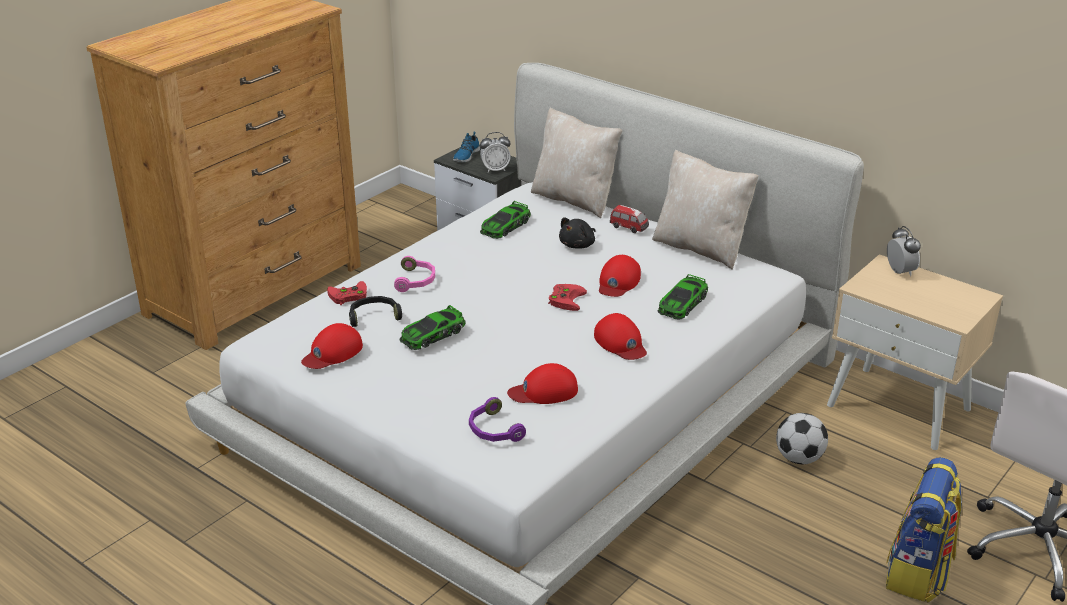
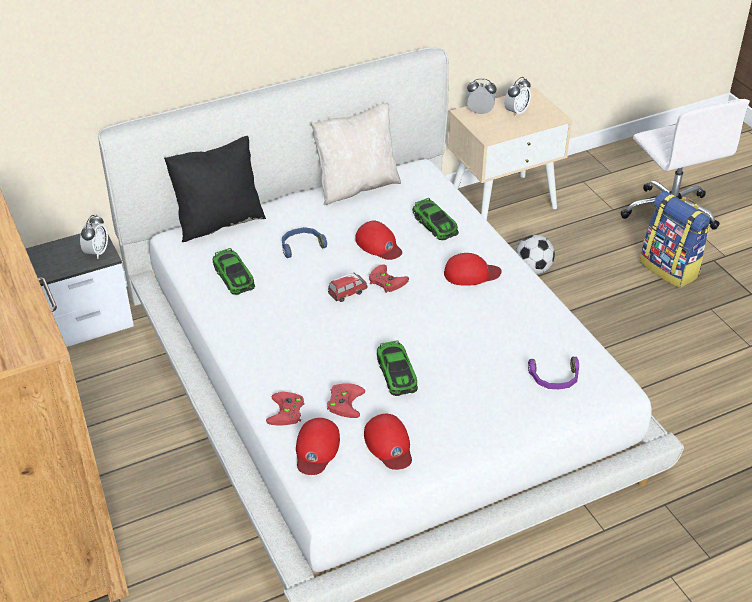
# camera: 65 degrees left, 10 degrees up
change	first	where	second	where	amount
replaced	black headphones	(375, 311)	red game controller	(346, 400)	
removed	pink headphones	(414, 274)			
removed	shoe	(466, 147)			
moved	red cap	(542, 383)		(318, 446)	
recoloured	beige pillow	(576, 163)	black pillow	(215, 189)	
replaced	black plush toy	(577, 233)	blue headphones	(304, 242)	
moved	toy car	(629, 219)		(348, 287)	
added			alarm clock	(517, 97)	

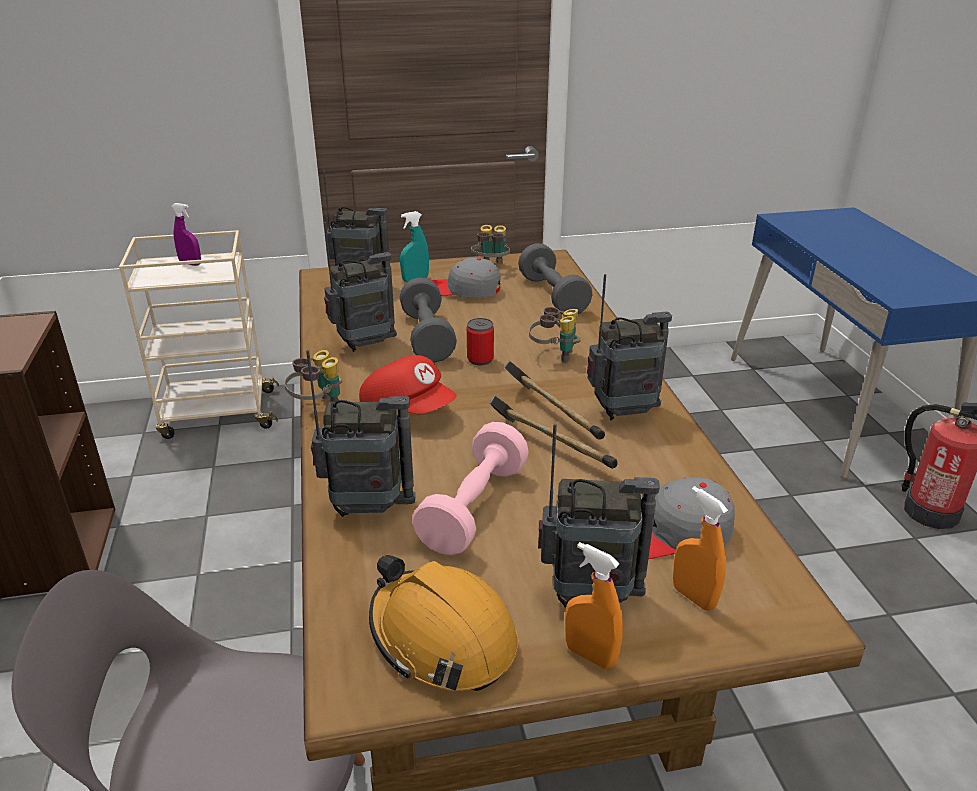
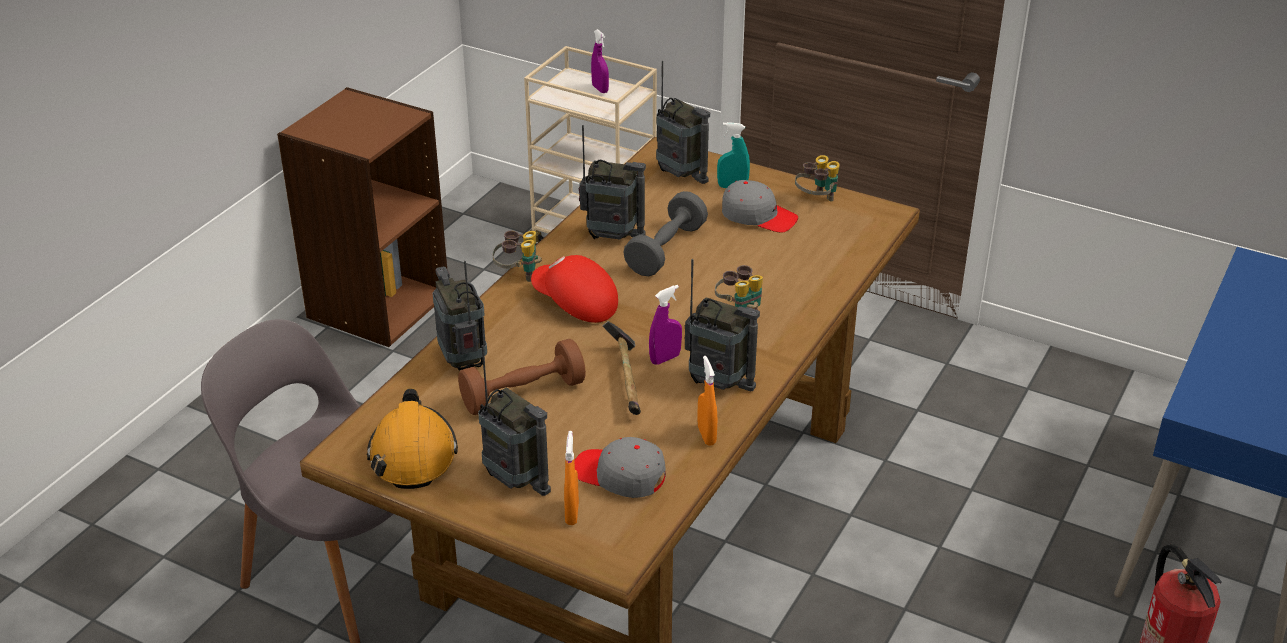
# camera: 40 degrees right, 5 degrees up
change	first	where	second	where	amount
turned	radio	(360, 433)		(460, 316)	150 degrees counterclockwise
turned	red cap	(408, 384)		(574, 289)	135 degrees clockwise
recoloured	pink dumbbell	(470, 488)	brown dumbbell	(522, 377)	
turned	grey cap	(466, 278)		(760, 206)	150 degrees clockwise
removed	can	(480, 341)			
replaced	hammer	(554, 400)	purple spray bottle	(665, 325)	
removed	grey dumbbell	(555, 278)			
moved	orange spray bottle	(594, 605)		(707, 401)	

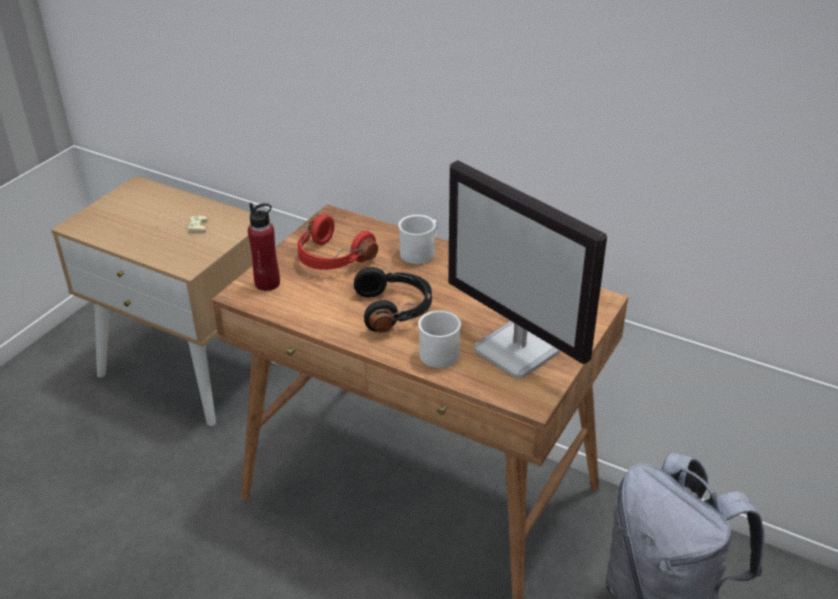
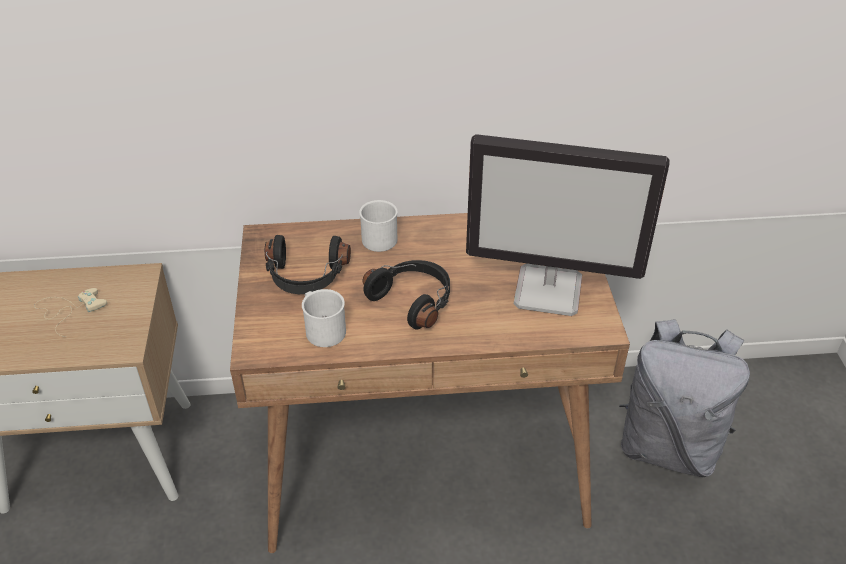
# camera: 35 degrees left, 5 degrees up
change	first	where	second	where	amount
removed	red bottle	(264, 247)			
recoloured	red headphones	(337, 242)	black headphones	(308, 264)	
moved	white mug	(439, 339)		(324, 318)	

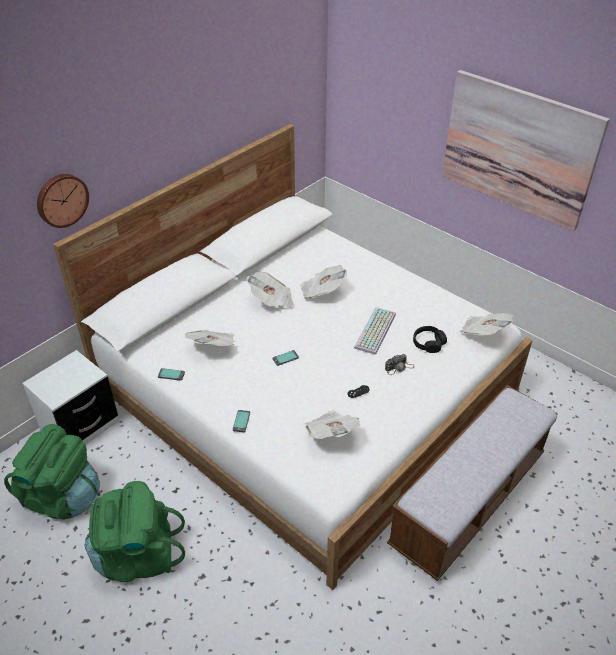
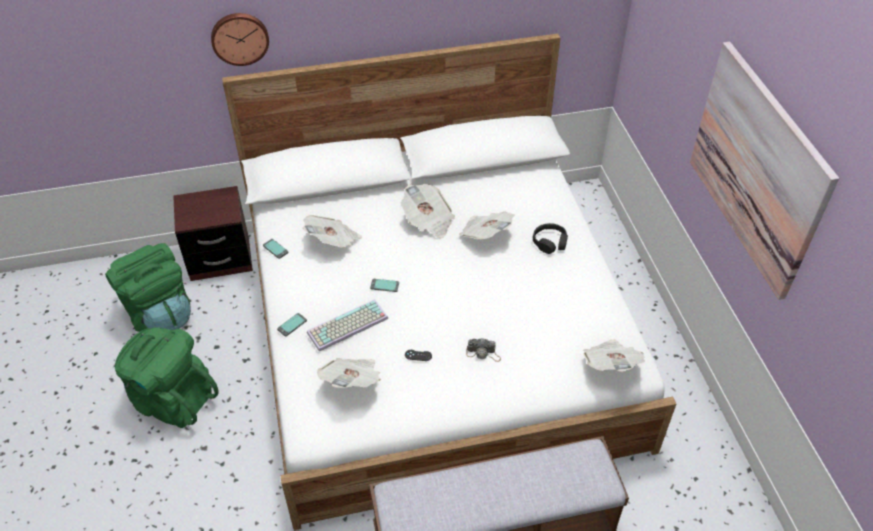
# camera: 35 degrees right, 5 degrees up
change	first	where	second	where	amount
recoloured	white nightstand	(70, 397)	brown nightstand	(213, 233)	
moved	keyboard	(375, 331)		(347, 325)	
moved	black headphones	(430, 339)		(550, 238)	

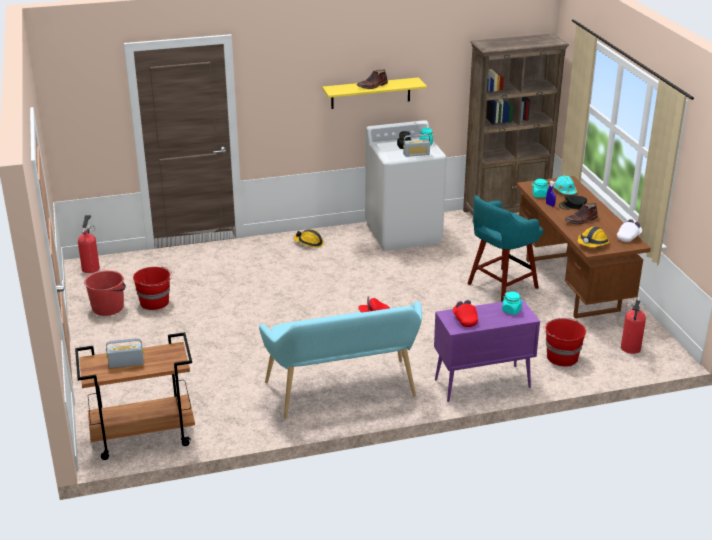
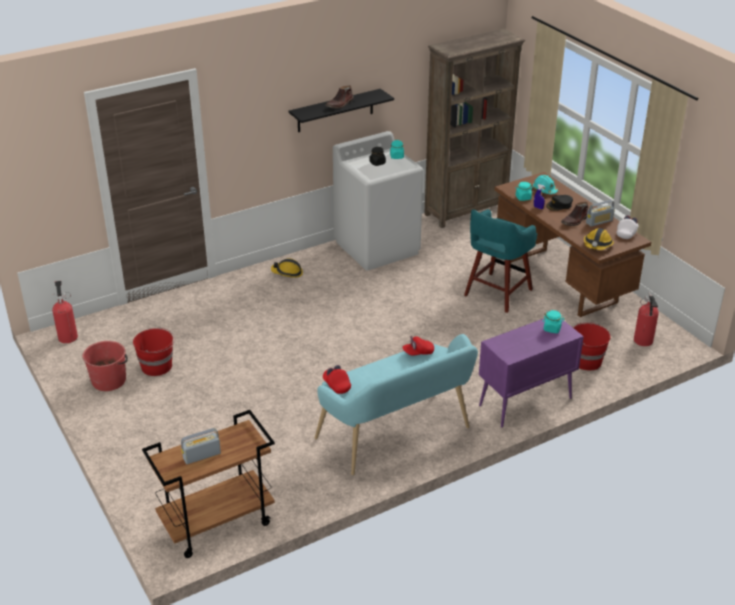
# camera: 15 degrees left, 5 degrees up
change	first	where	second	where	amount
recoloured	yellow shelf	(374, 93)	black shelf	(341, 110)	
moved	radio	(417, 145)		(600, 213)	
moved	red cap	(465, 313)		(337, 379)	

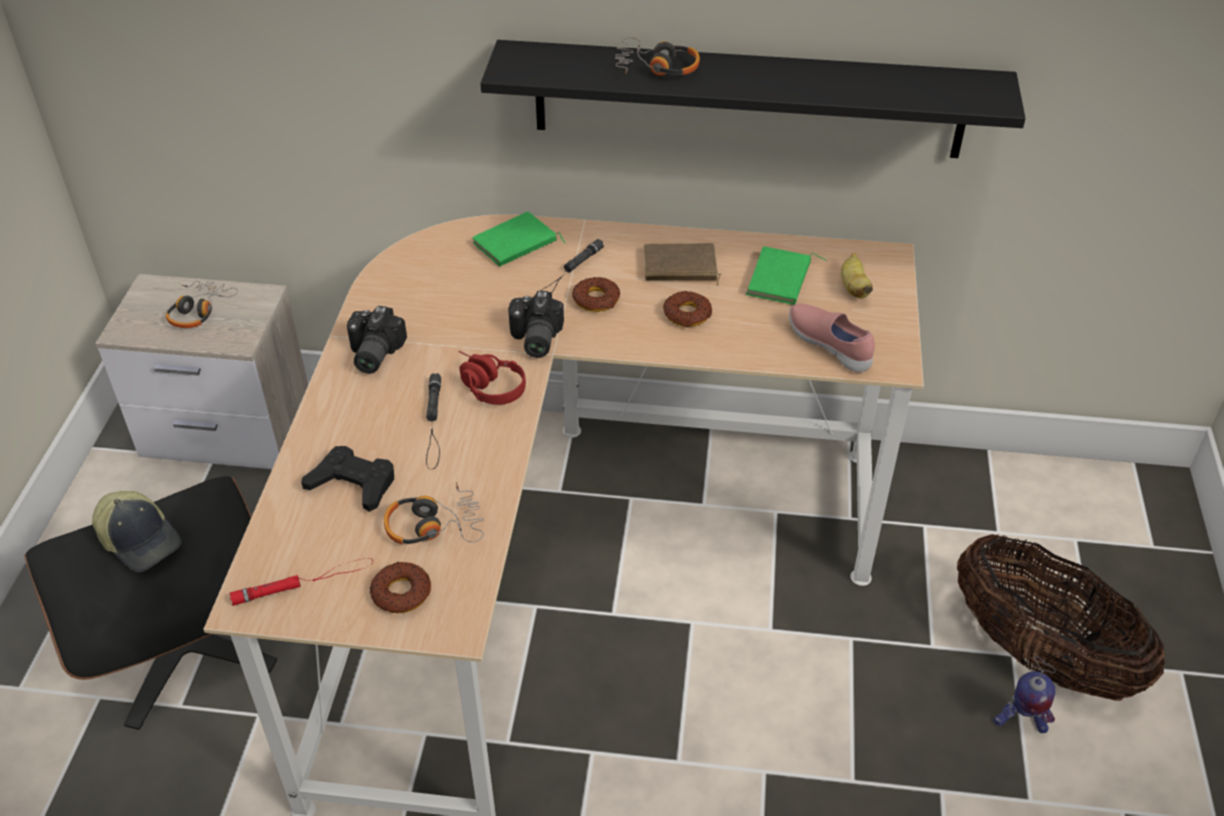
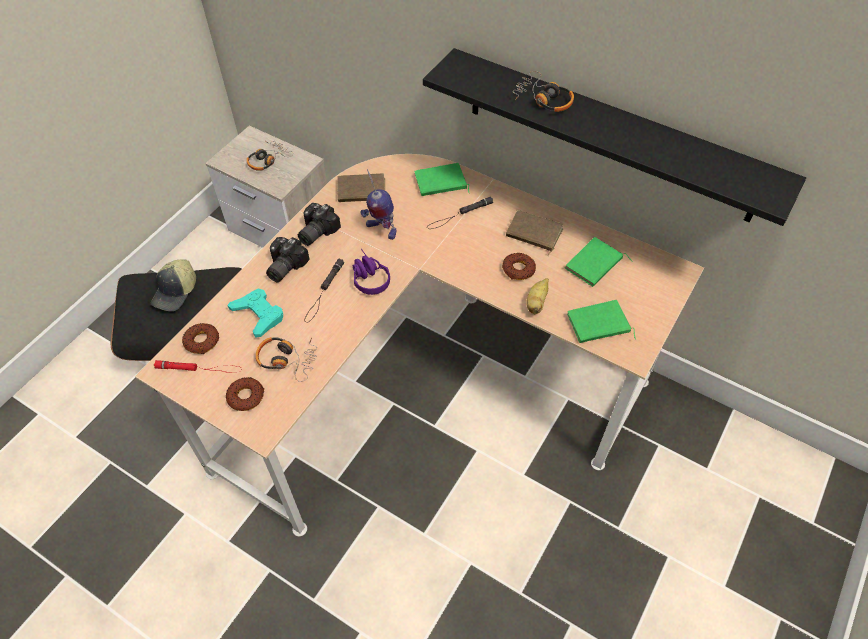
# camera: 25 degrees right, 10 degrees up
change	first	where	second	where	amount
turned	cap	(136, 531)		(173, 285)	45 degrees clockwise
recoloured	black game controller	(347, 479)	turquoise game controller	(255, 313)	
recoloured	red headphones	(492, 378)	purple headphones	(371, 272)	
moved	photo camera	(536, 324)		(288, 259)	
moved	donut	(596, 294)		(200, 338)	
replaced	pink shoe	(832, 338)	green book	(601, 321)	
moved	banana	(857, 276)		(537, 296)	
removed	basket	(1061, 617)			
moved	toy robot	(1024, 694)		(378, 204)	
added			brown book	(361, 187)	

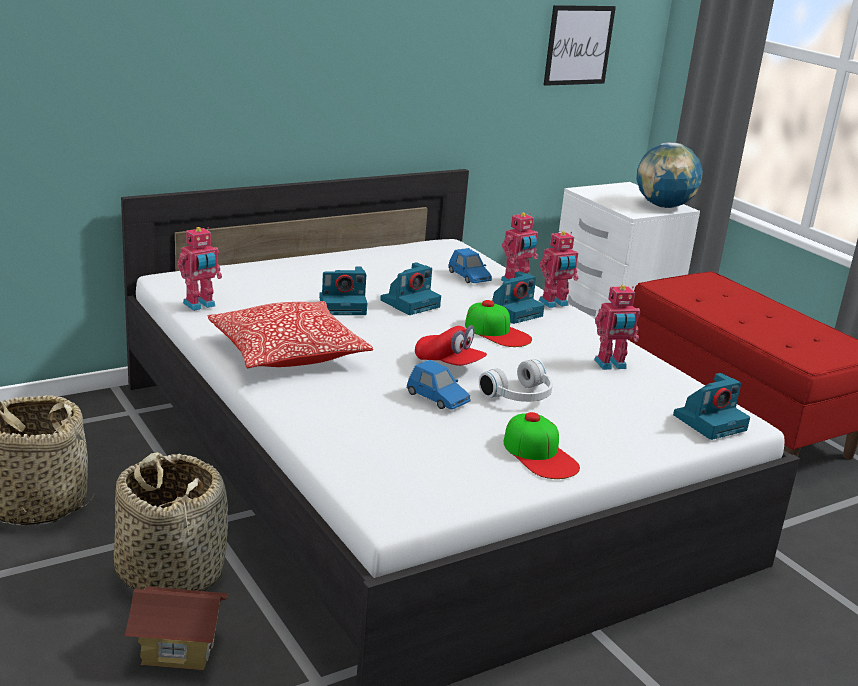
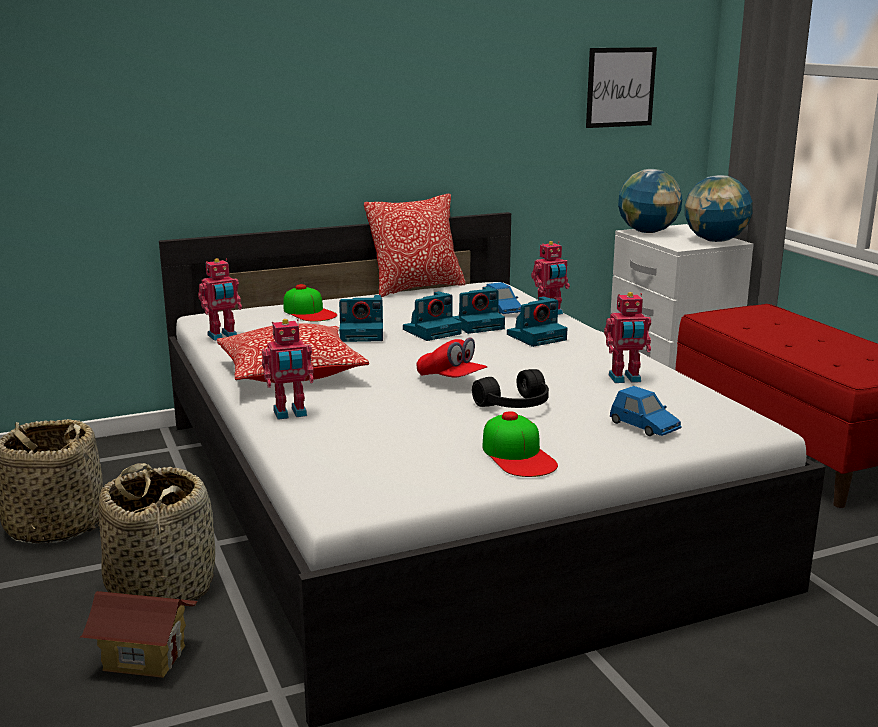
# camera: 10 degrees right, 5 degrees down
change	first	where	second	where	amount
moved	blue toy car	(439, 385)		(645, 411)	
moved	cap	(498, 323)		(310, 302)	
recoloured	white headphones	(516, 381)	black headphones	(510, 388)	
moved	toy robot	(558, 269)		(288, 369)	
moved	photo camera	(711, 406)		(478, 310)	
added			pillow	(415, 245)	
added			globe	(650, 201)	

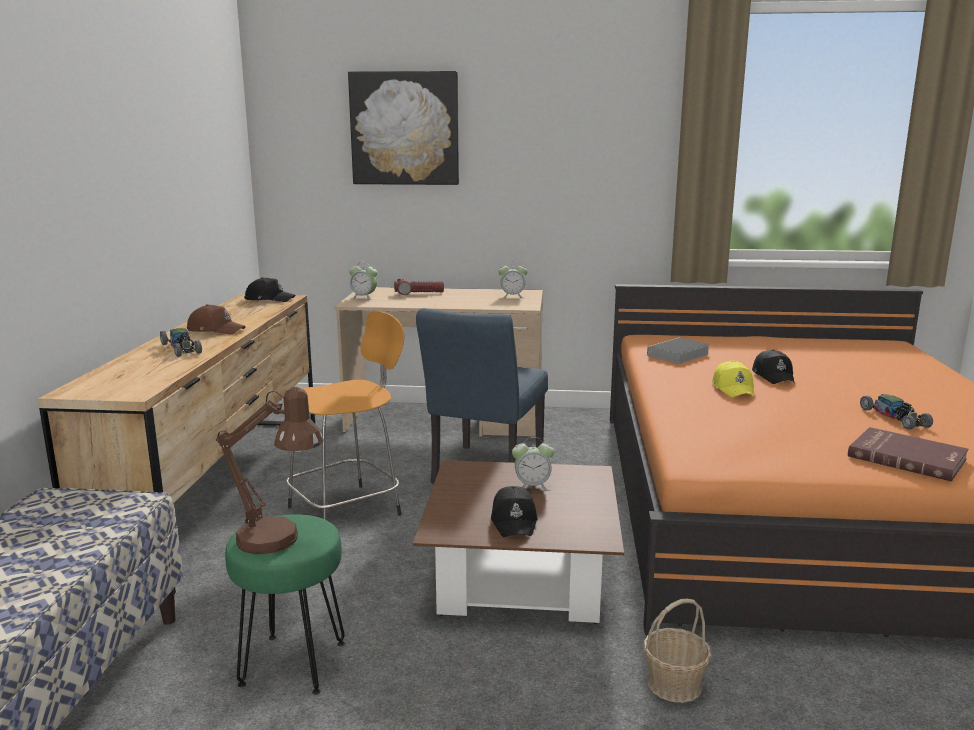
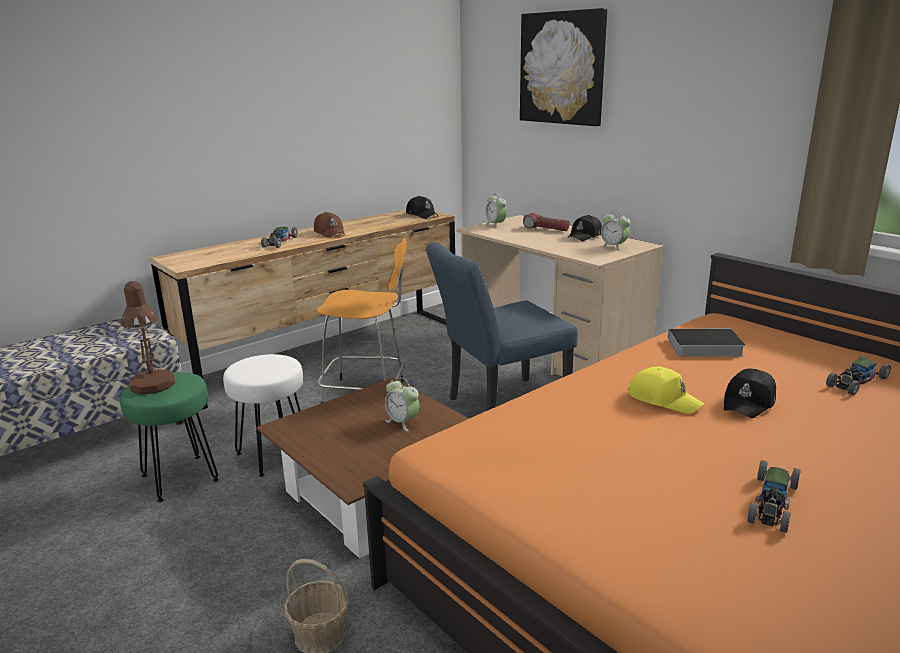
# camera: 45 degrees right, 5 degrees up
change	first	where	second	where	amount
moved	black cap	(514, 511)		(584, 228)	
turned	yellow cap	(733, 378)		(666, 390)	90 degrees counterclockwise
removed	red book	(908, 454)			
added			white stool	(263, 415)	
added			toy car	(858, 375)	

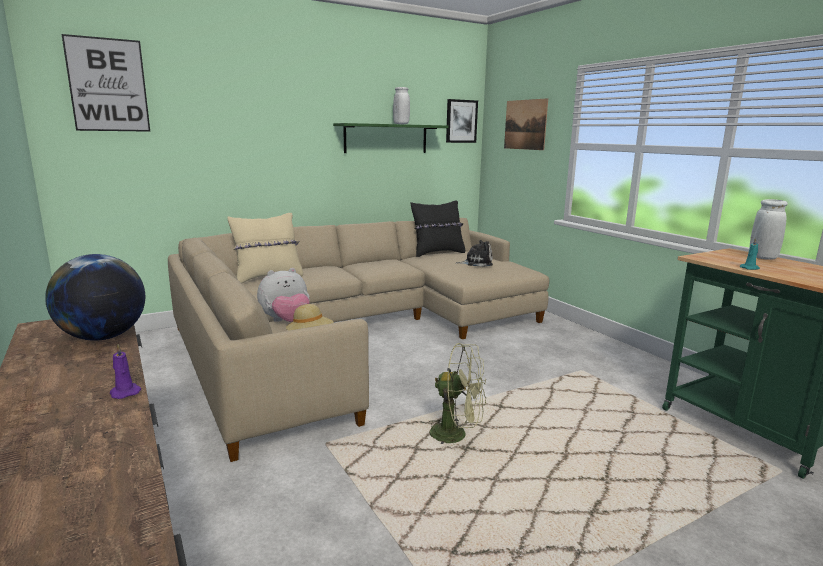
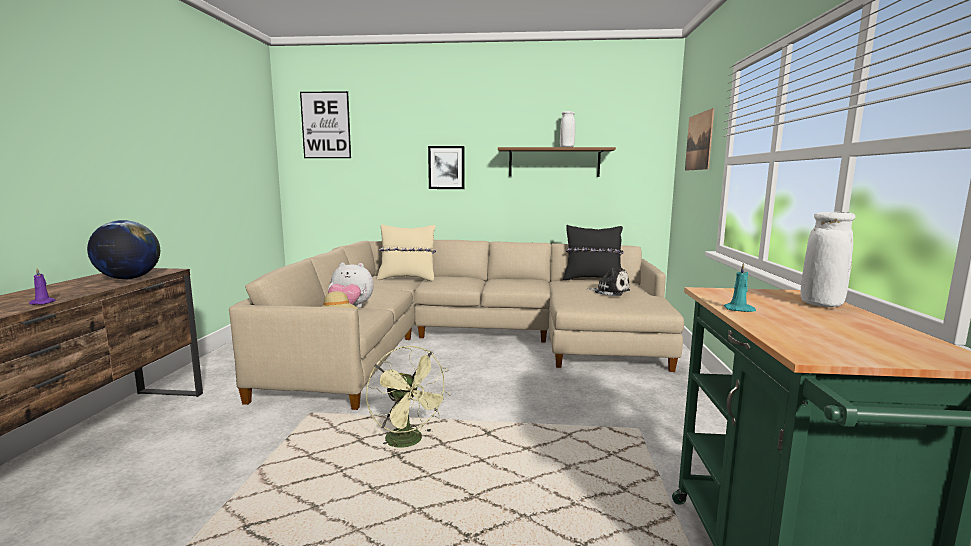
# camera: 35 degrees right, 5 degrees down
change	first	where	second	where	amount
recoloured	green shelf	(390, 138)	brown shelf	(557, 162)	
moved	picture	(462, 121)		(446, 167)	

